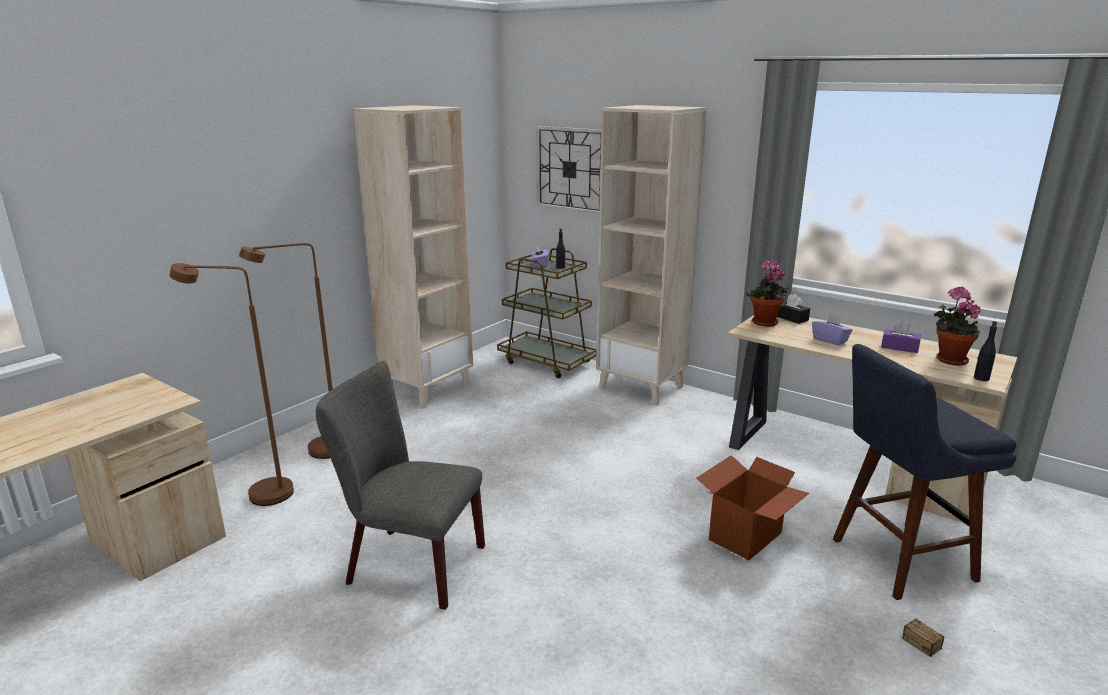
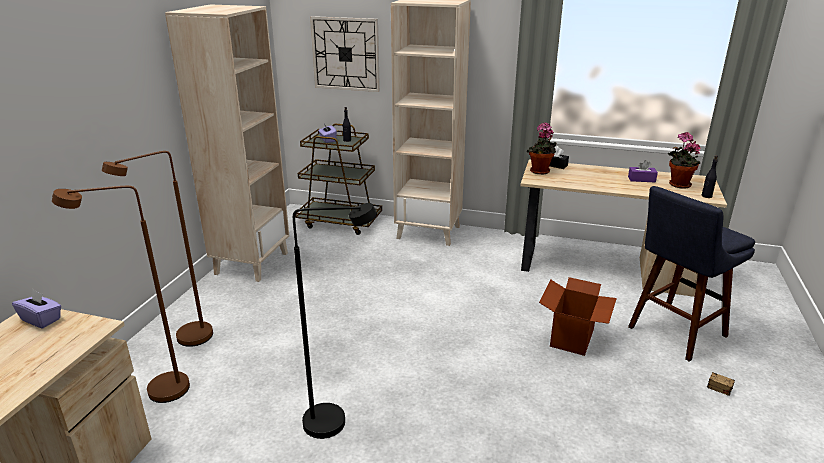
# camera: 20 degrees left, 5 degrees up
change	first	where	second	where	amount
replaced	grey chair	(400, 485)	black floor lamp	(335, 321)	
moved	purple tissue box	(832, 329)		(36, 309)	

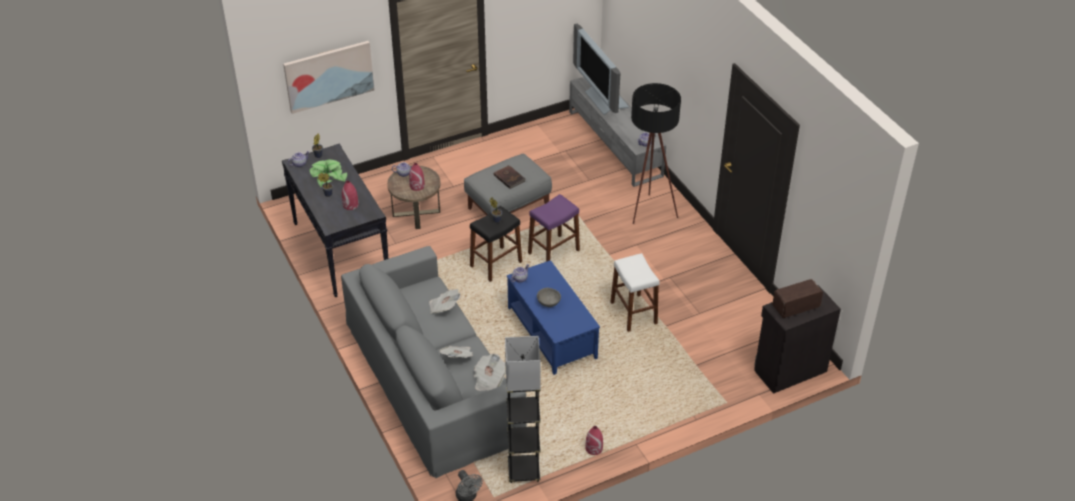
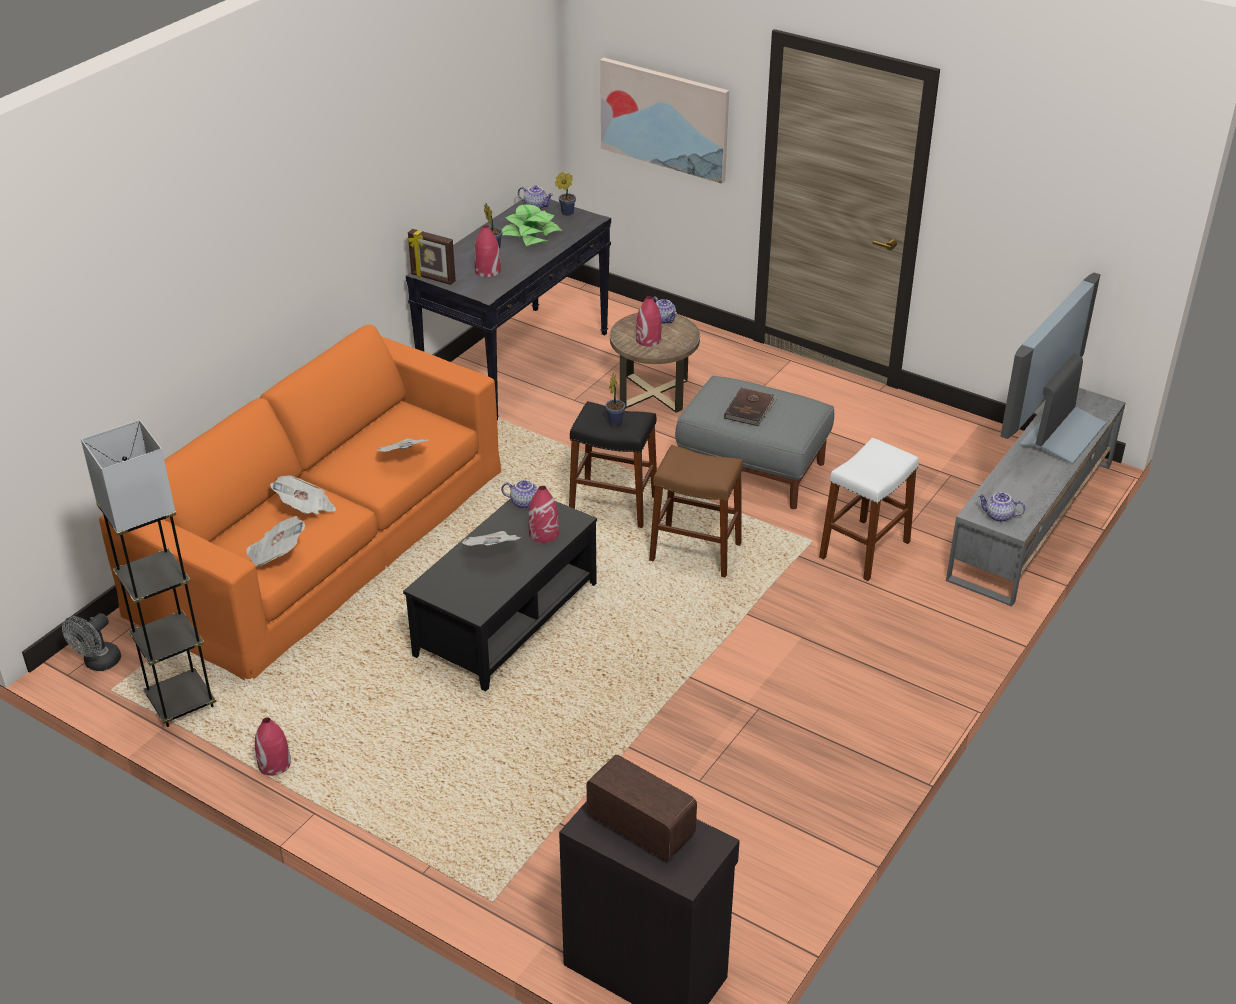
# camera: 60 degrees right, 5 degrees down
change	first	where	second	where	amount
recoloured	grey sofa	(434, 362)	orange sofa	(300, 503)	
recoloured	blue coffee table	(553, 317)	black coffee table	(500, 595)	
recoloured	purple stool	(554, 228)	brown stool	(696, 511)	
replaced	grey bowl	(549, 297)	newspaper	(491, 538)	
moved	white stool	(635, 292)		(869, 509)	
removed	black floor lamp	(656, 153)			
added			picture frame	(431, 257)	
added			red vase	(543, 514)	

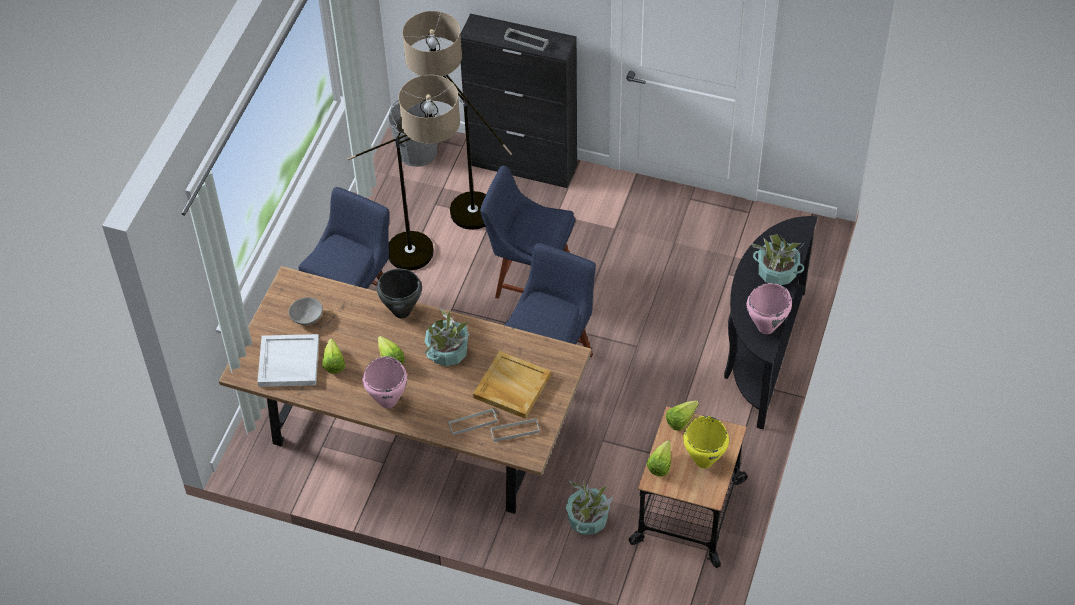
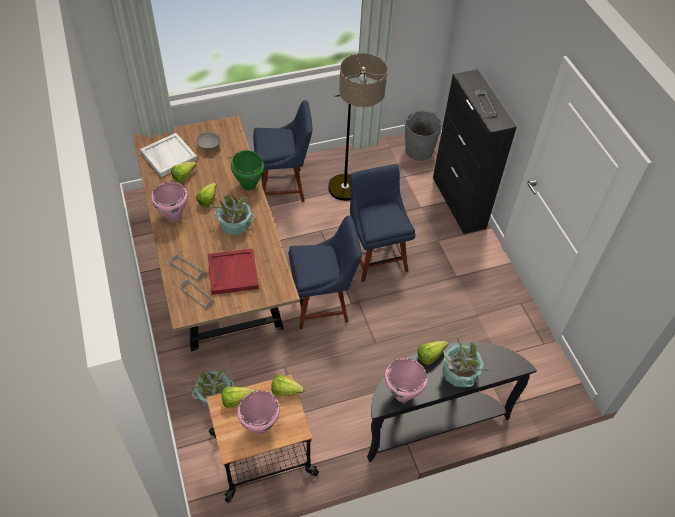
# camera: 50 degrees right, 0 degrees up
change	first	where	second	where	amount
recoloured	black cooking pot	(399, 293)	green cooking pot	(247, 170)	
removed	floor lamp	(457, 120)			
recoloured	beige tray	(512, 385)	red tray	(233, 272)	
recoloured	yellow cooking pot	(706, 442)	pink cooking pot	(258, 412)	
added			lettuce	(432, 353)	

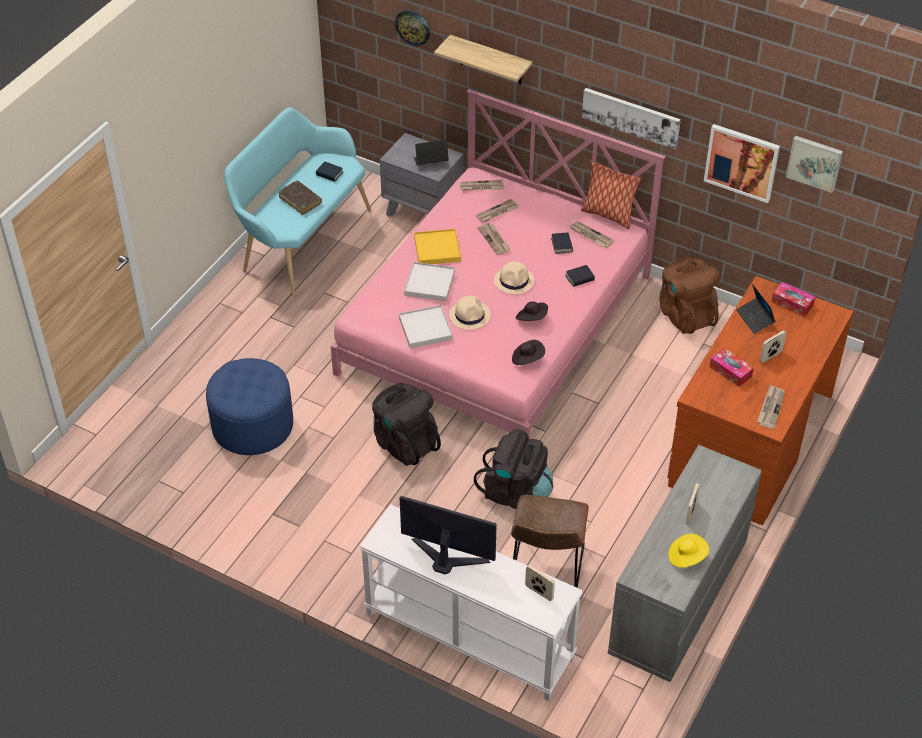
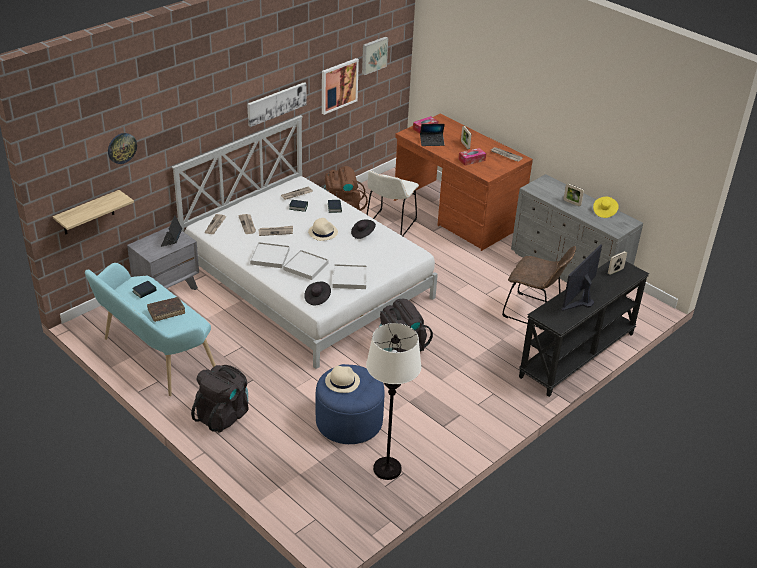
# camera: 75 degrees left, 10 degrees down
change	first	where	second	where	amount
recoloured	pink bed	(498, 264)	white bed	(305, 242)	
recoloured	white console table	(471, 602)	black console table	(584, 329)	
recoloured	yellow tray	(437, 246)	white tray	(270, 255)	
moved	shelf	(483, 60)		(93, 212)	
moved	beige hat	(470, 313)		(342, 379)	
moved	black backpack	(513, 469)		(220, 399)	
moved	black hat	(528, 352)		(317, 293)	
removed	pillow	(611, 195)			
added			white chair	(392, 203)	
added			white floor lamp	(393, 401)	

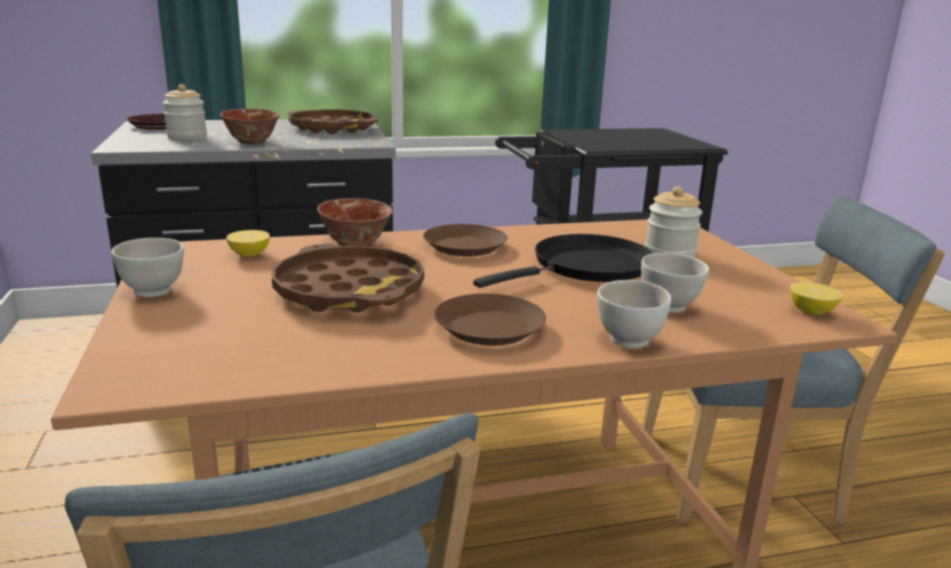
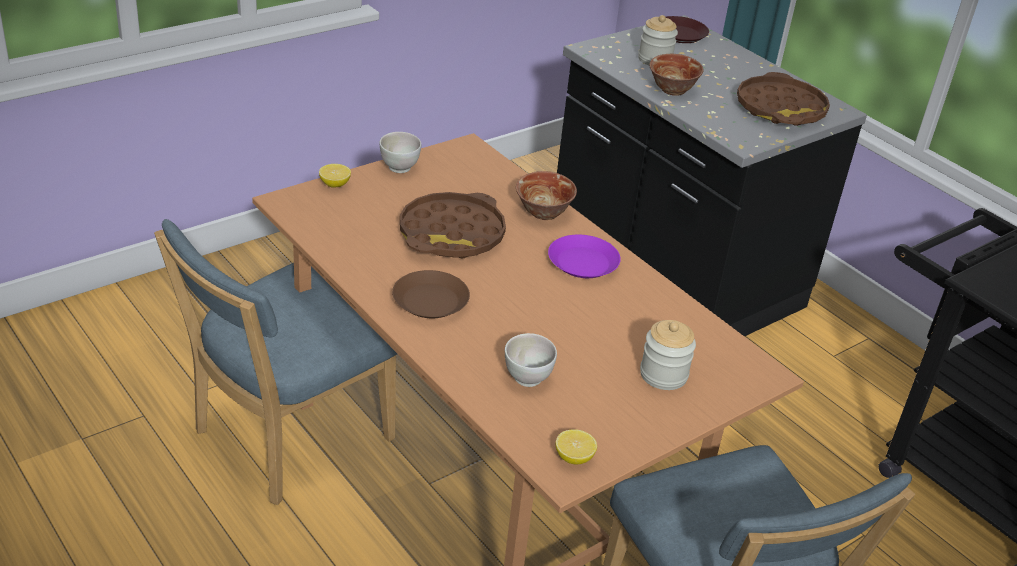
# camera: 65 degrees right, 15 degrees up
change	first	where	second	where	amount
moved	lemon	(248, 243)		(335, 176)	
recoloured	brown plate	(465, 240)	purple plate	(584, 256)	
removed	black frying pan	(563, 261)			
removed	white bowl	(634, 314)			

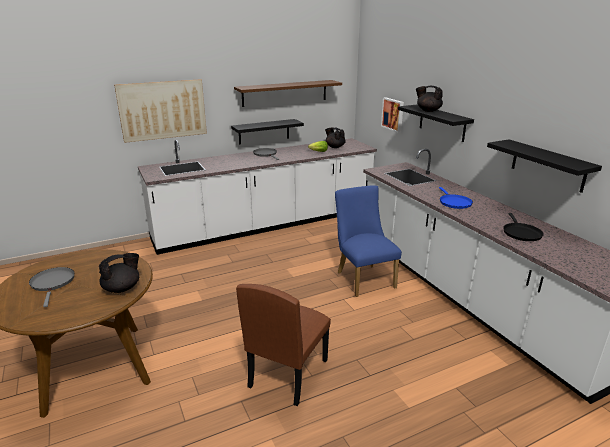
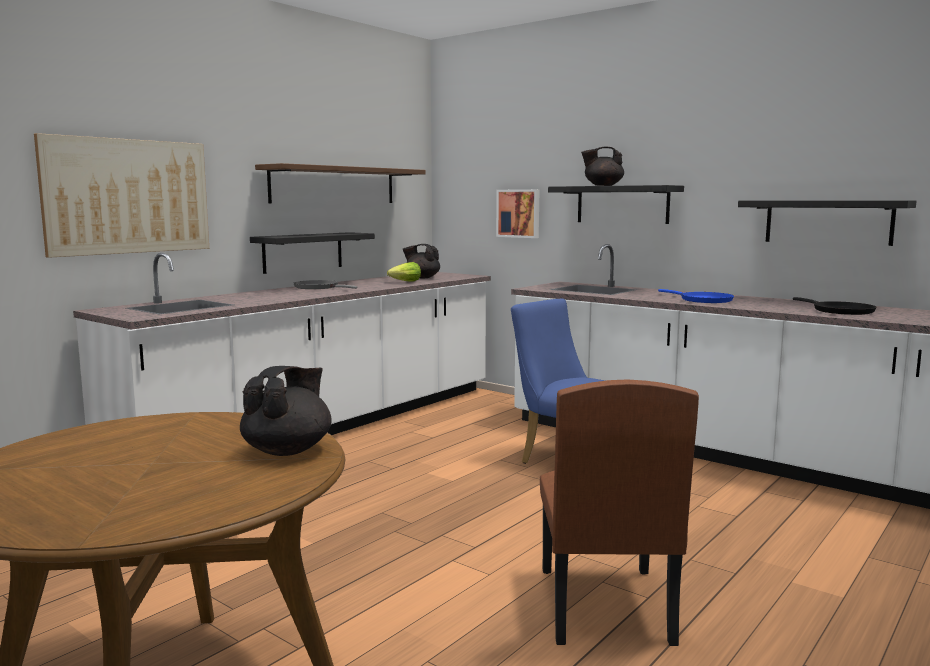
# camera: 25 degrees left, 15 degrees down
change	first	where	second	where	amount
removed	grey frying pan	(52, 287)			

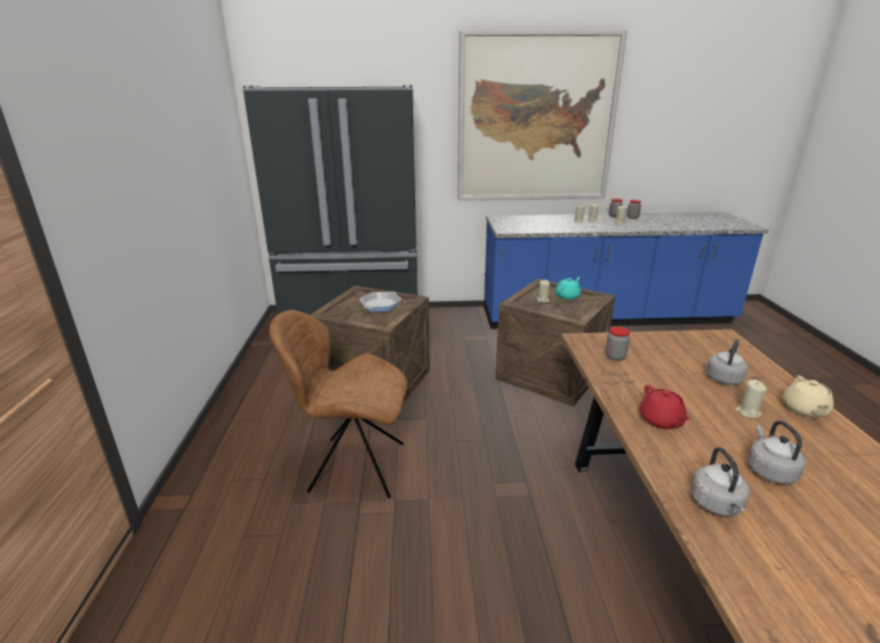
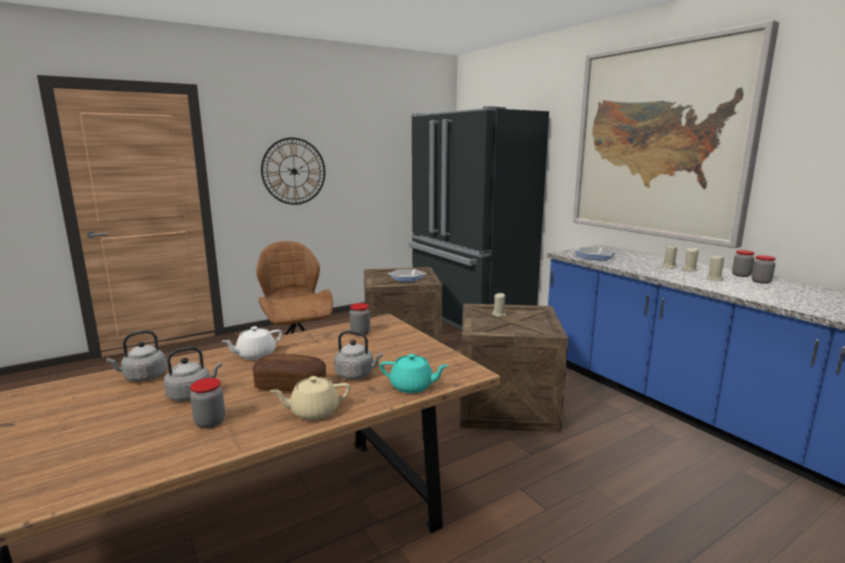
# camera: 60 degrees right, 10 degrees down
change	first	where	second	where	amount
moved	turquoise teapot	(568, 288)		(414, 373)	
recoloured	red teapot	(664, 407)	white teapot	(252, 343)	
replaced	beige candle	(751, 399)	bread	(289, 372)	
added			jar	(207, 403)	
added			wall clock	(293, 171)	
added			frying pan	(595, 253)	

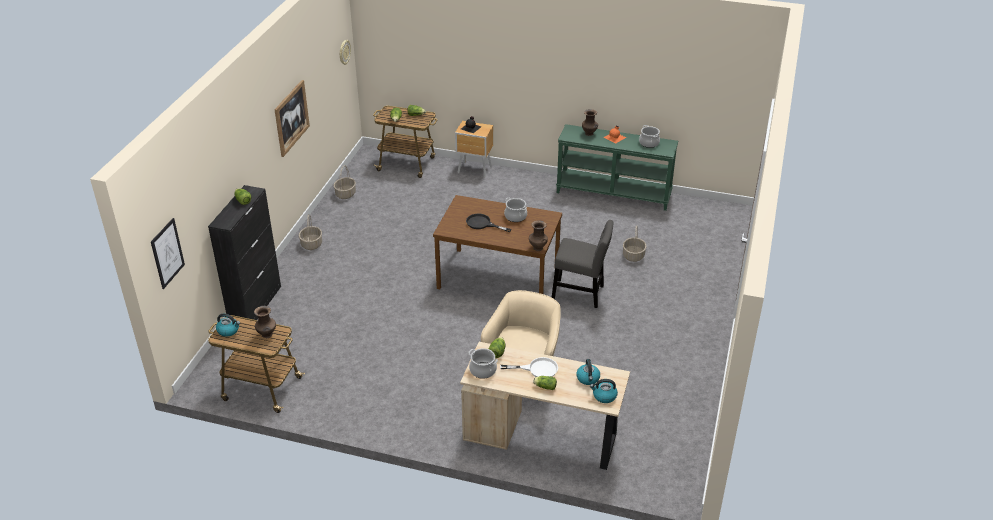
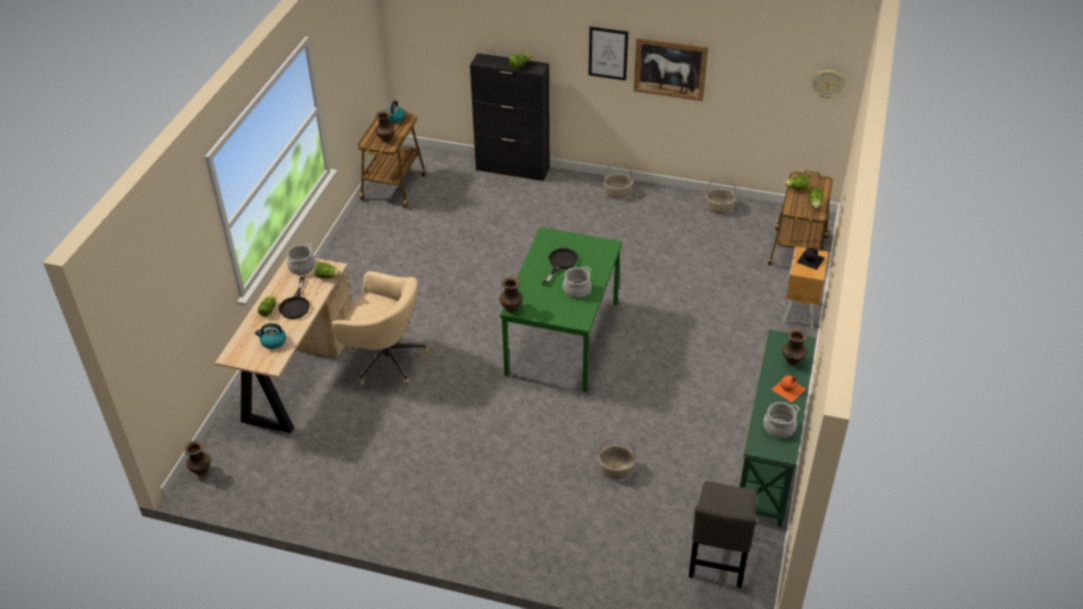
# camera: 90 degrees right, 5 degrees up
change	first	where	second	where	amount
moved	picture	(168, 253)		(608, 53)	
recoloured	brown dining table	(497, 244)	green dining table	(561, 309)	
recoloured	white frying pan	(529, 367)	black frying pan	(294, 298)	
moved	grey chair	(582, 264)		(723, 534)	
removed	kettle	(604, 391)			
added			brown vase	(197, 457)	

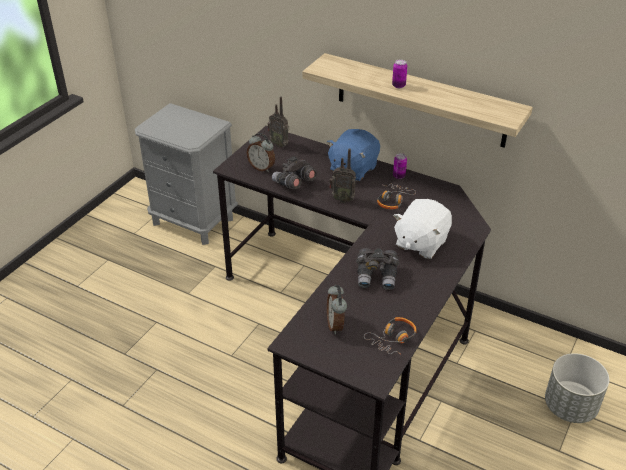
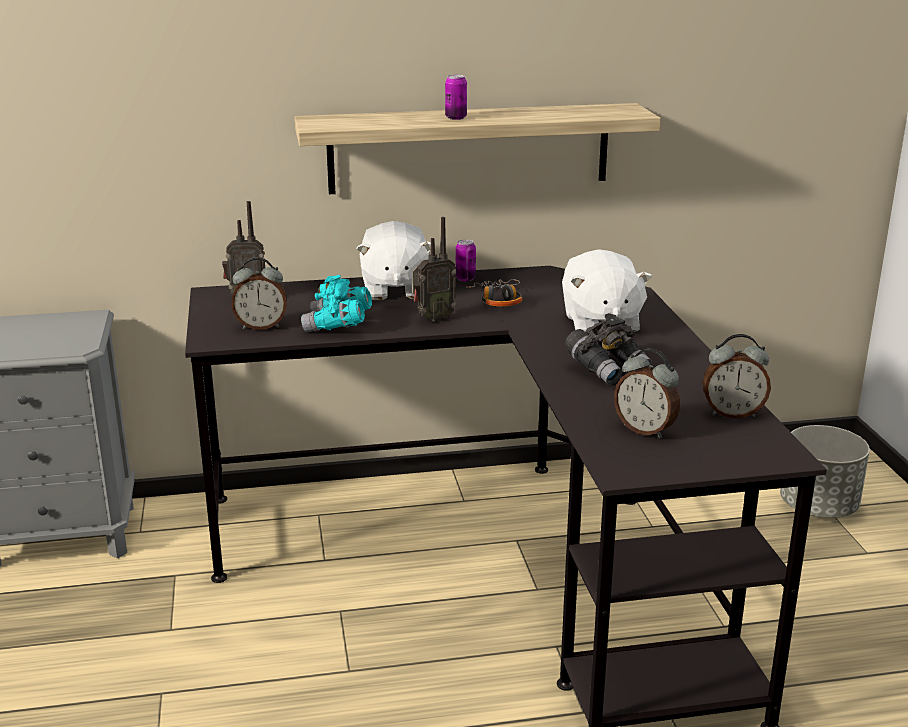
# camera: 40 degrees left, 15 degrees down
change	first	where	second	where	amount
recoloured	grey binoculars	(294, 172)	turquoise binoculars	(336, 303)	
recoloured	blue plush toy	(353, 155)	white plush toy	(393, 260)	
replaced	headphones	(390, 335)	alarm clock	(737, 376)	

